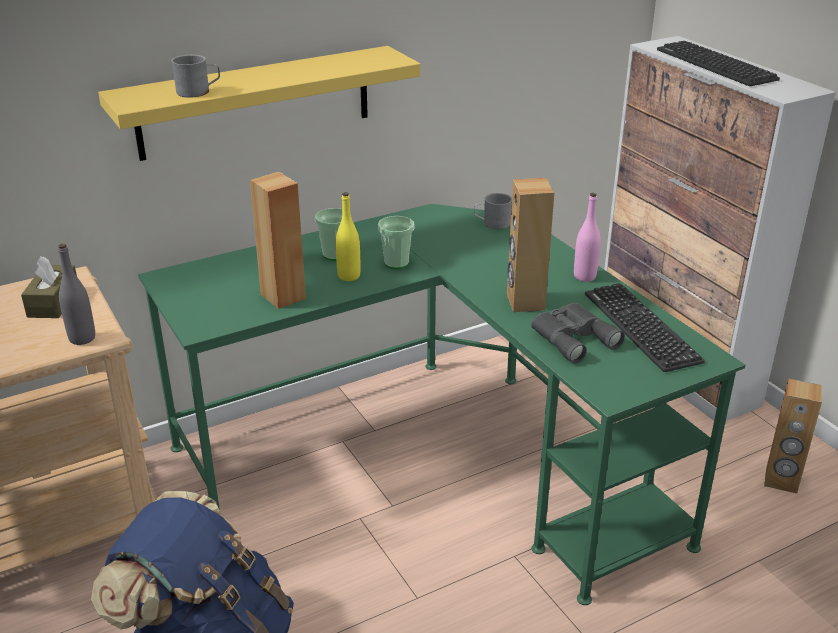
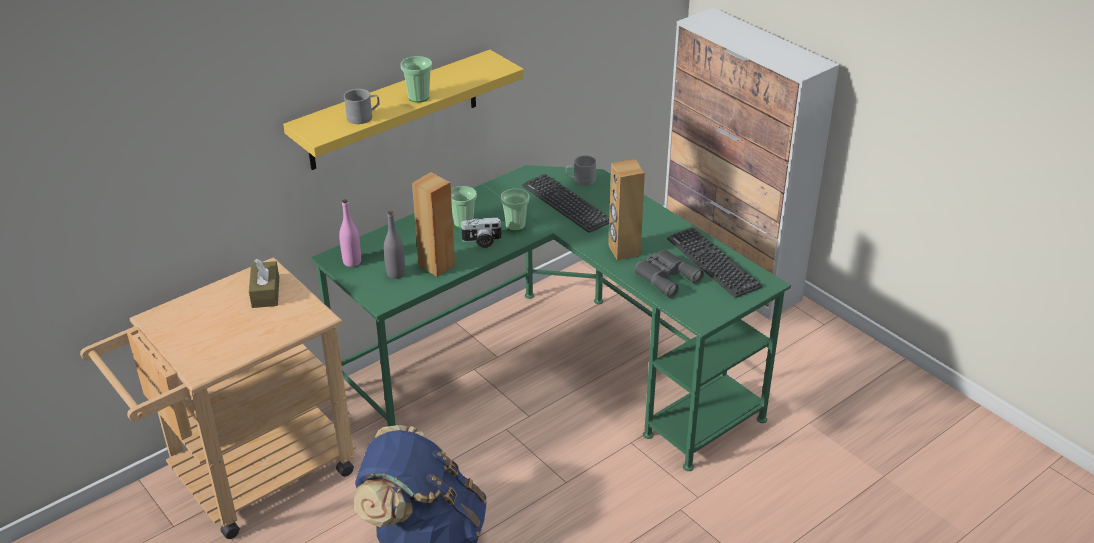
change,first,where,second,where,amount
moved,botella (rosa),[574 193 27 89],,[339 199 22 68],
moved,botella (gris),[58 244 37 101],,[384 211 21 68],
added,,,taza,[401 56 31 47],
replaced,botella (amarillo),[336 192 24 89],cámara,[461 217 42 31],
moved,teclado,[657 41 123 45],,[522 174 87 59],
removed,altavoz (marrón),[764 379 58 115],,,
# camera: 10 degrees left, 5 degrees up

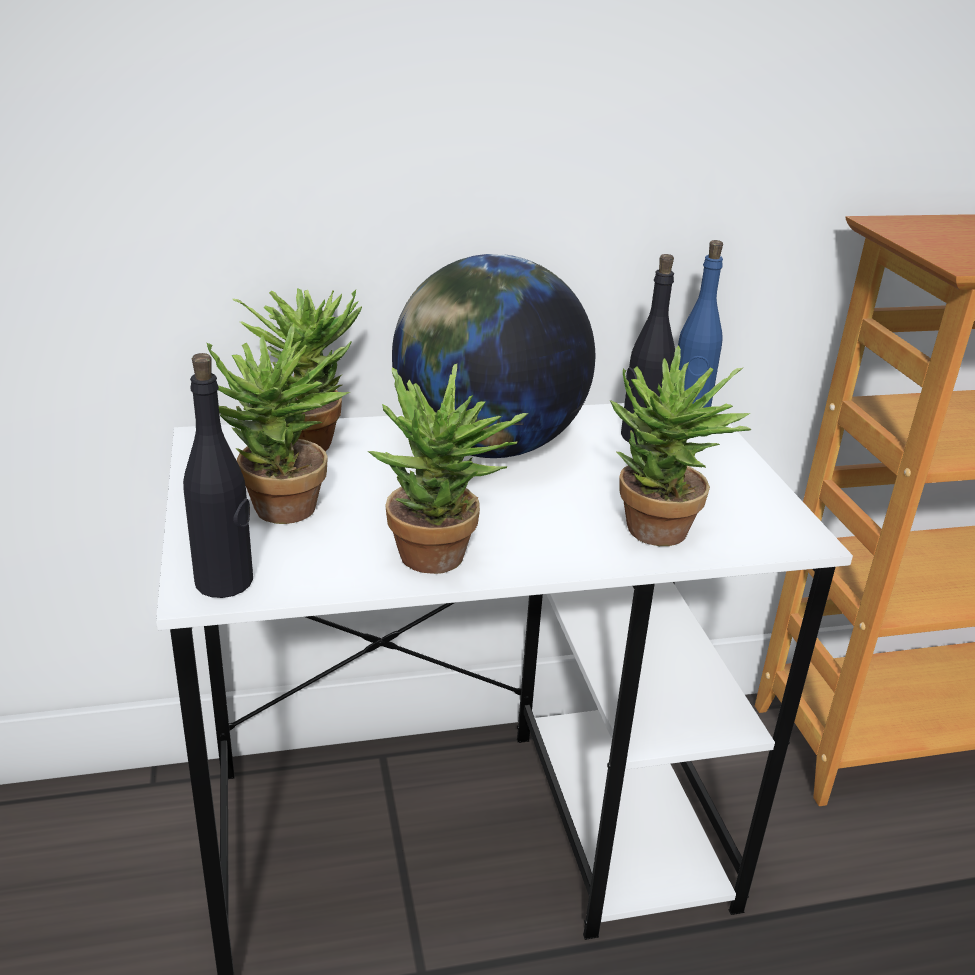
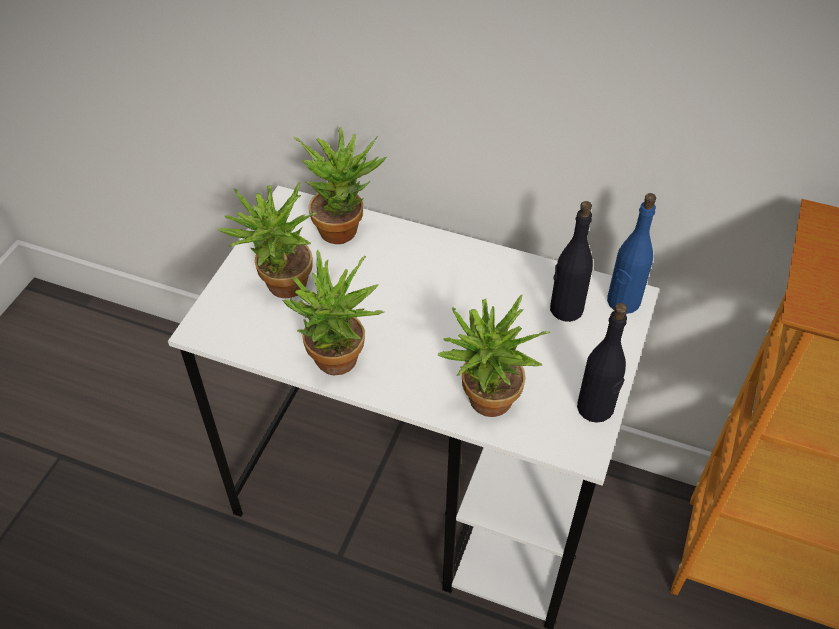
change,first,where,second,where,amount
moved,botella (negro),[183 353 70 245],,[577 303 50 120],
removed,globo terráqueo,[392 254 203 204],,,
# camera: 35 degrees right, 20 degrees up

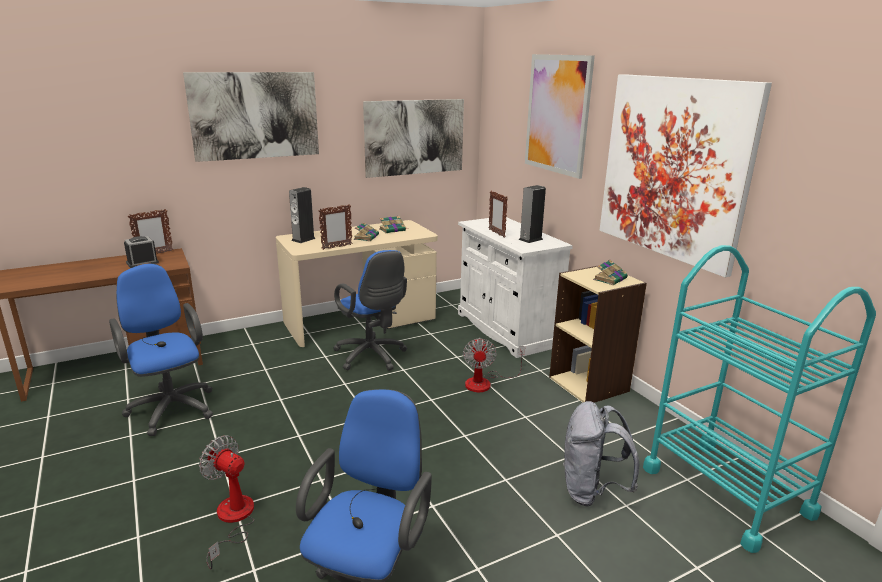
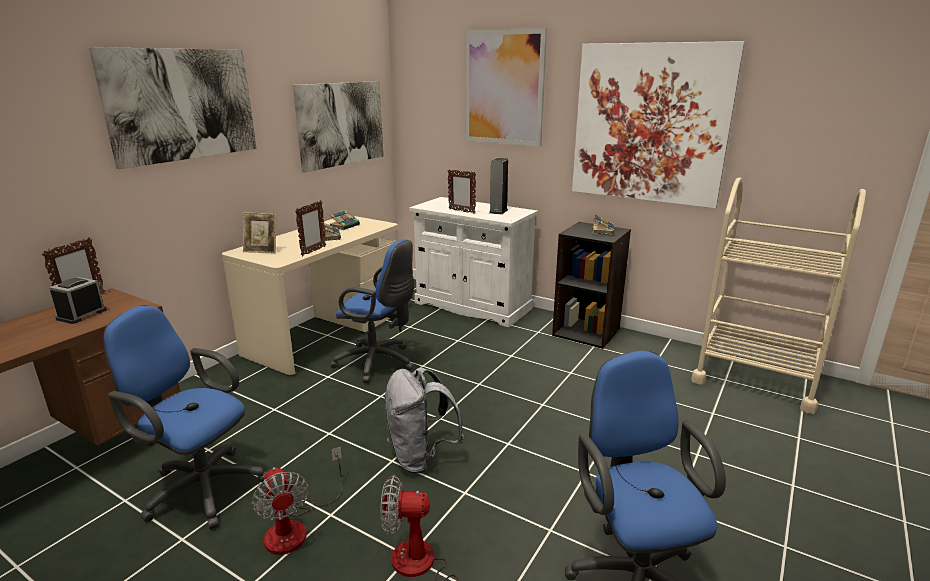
change,first,where,second,where,amount
replaced,altavoz,[289 187 27 56],portarretratos,[243 212 33 41],
moved,ventilador,[463 338 62 54],,[252 447 90 108],
moved,mochila (gris),[563 401 76 106],,[384 368 80 105],
recoloured,estantería (beis),[549 266 98 137],estantería (negro),[552 222 79 127],
recoloured,carrito (turquesa),[643 245 233 308],carrito (beis),[691 178 175 236],
# camera: 30 degrees left, 0 degrees up

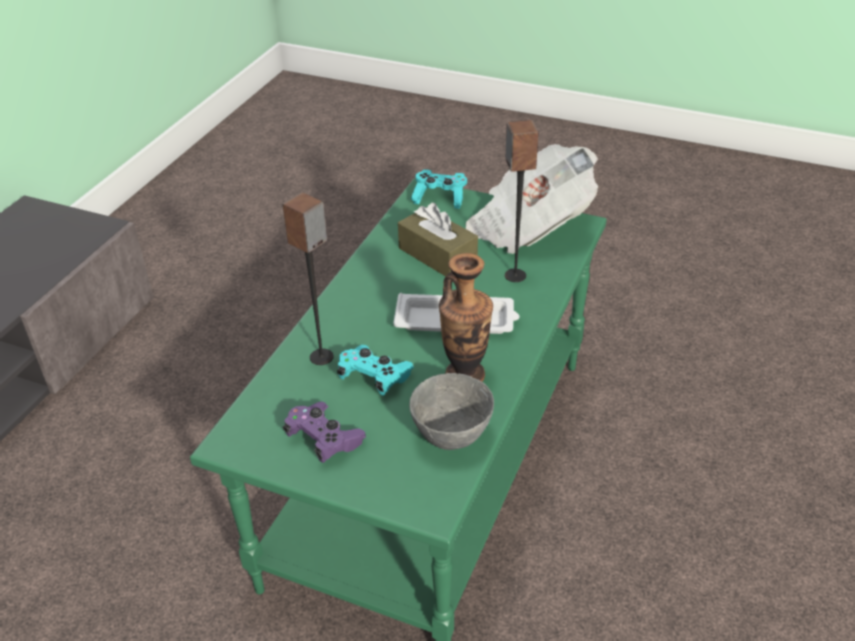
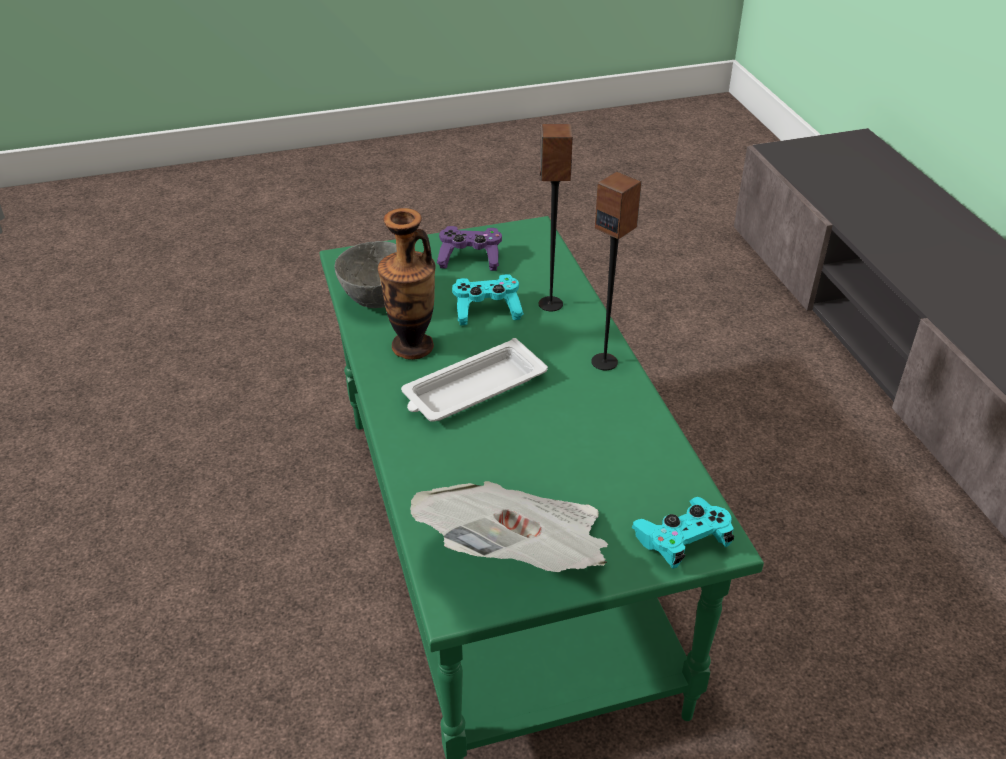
change,first,where,second,where,amount
moved,altavoz,[505 120 33 162],,[591 171 51 199],
removed,caja de pañuelos (marrón),[398 203 80 73],,,
# camera: 140 degrees right, 0 degrees up

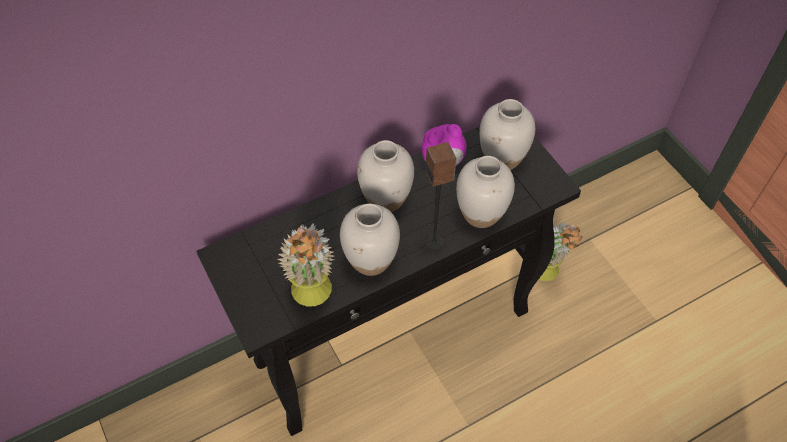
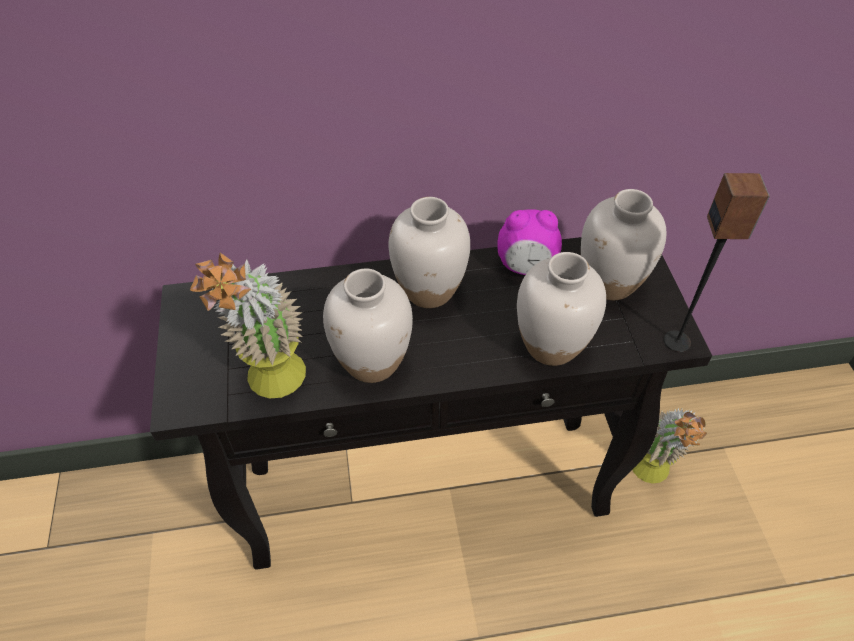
change,first,where,second,where,amount
moved,altavoz,[425 142 31 108],,[664 173 106 179],
# camera: 20 degrees right, 5 degrees down

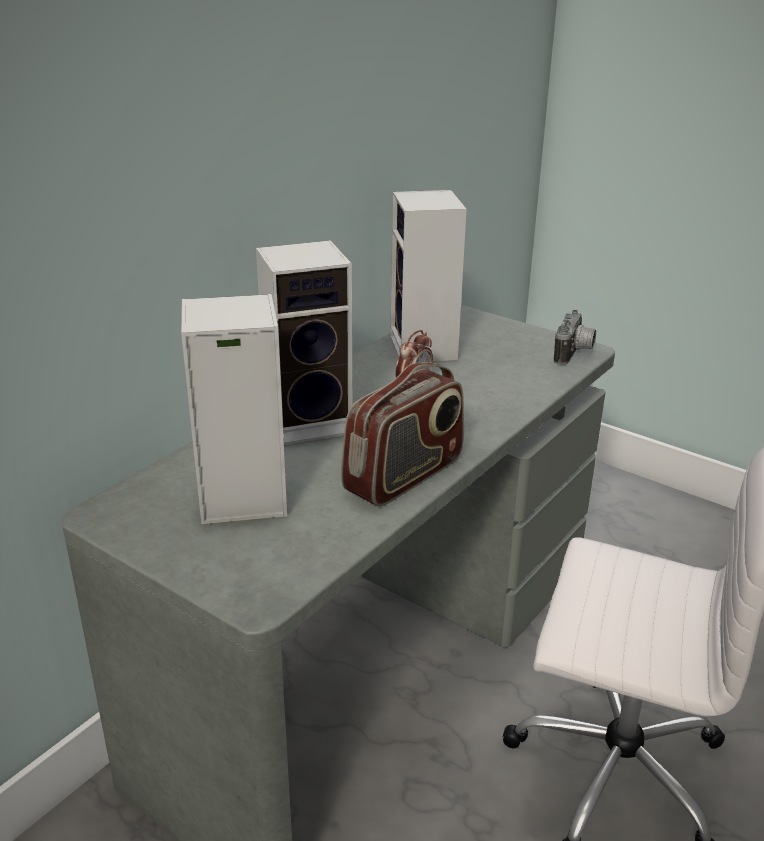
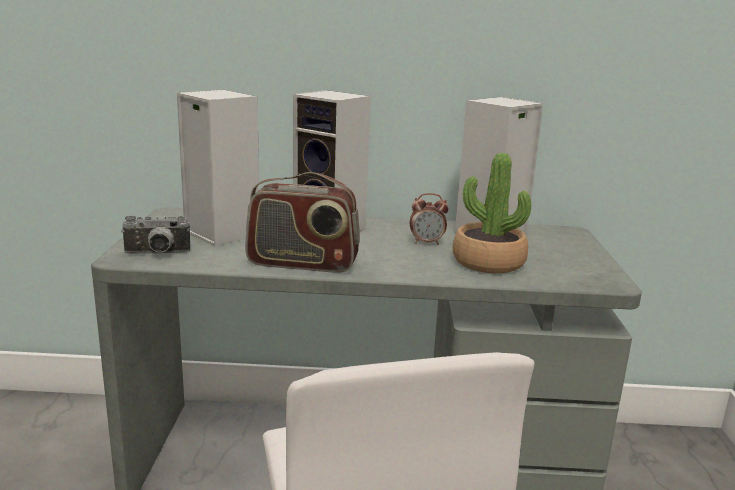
change,first,where,second,where,amount
moved,cámara,[554 310 42 55],,[121 216 69 38],
added,,,planta en maceta,[453 153 78 120],
# camera: 55 degrees right, 10 degrees down

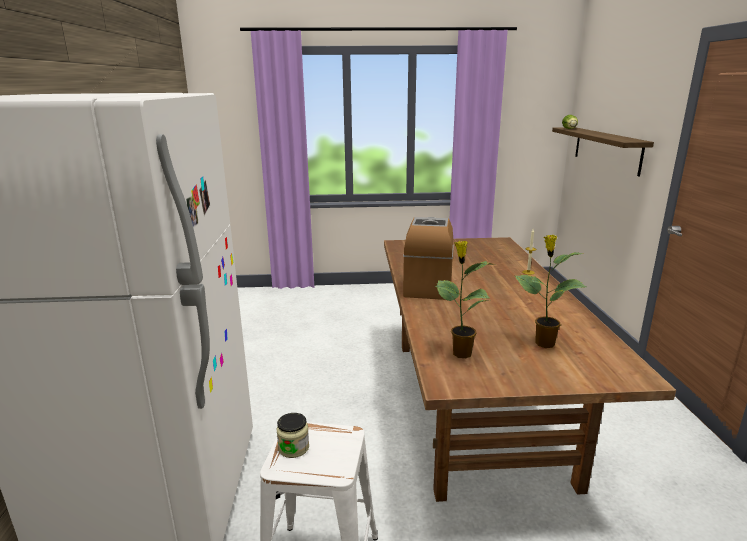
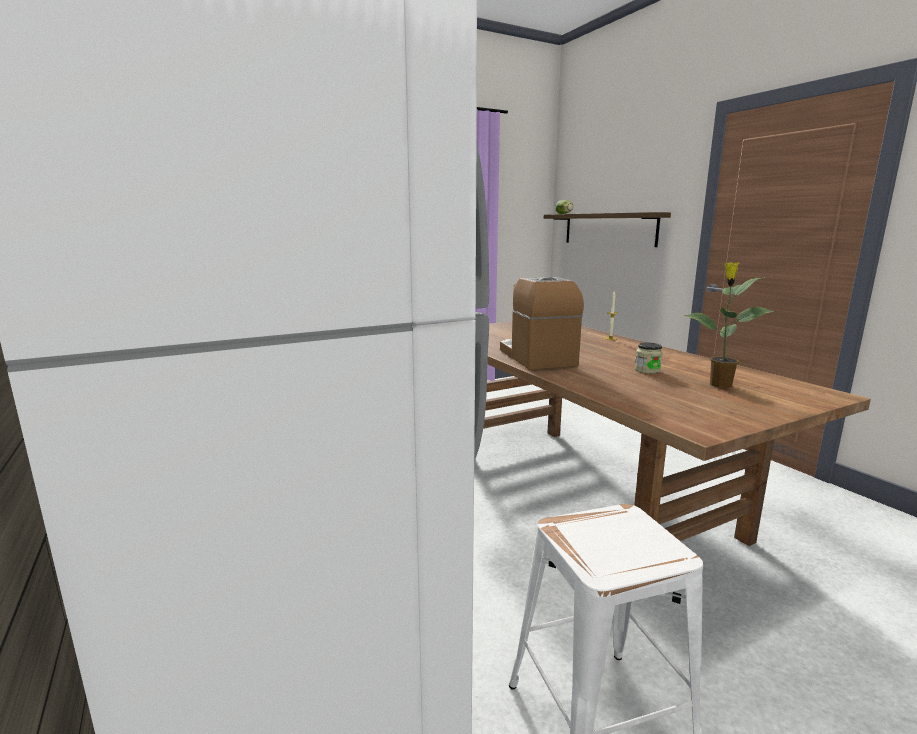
change,first,where,second,where,amount
moved,tarro,[277 413 32 45],,[635 343 28 31],
removed,planta en maceta,[435 241 60 117],,,
# camera: 25 degrees left, 5 degrees down

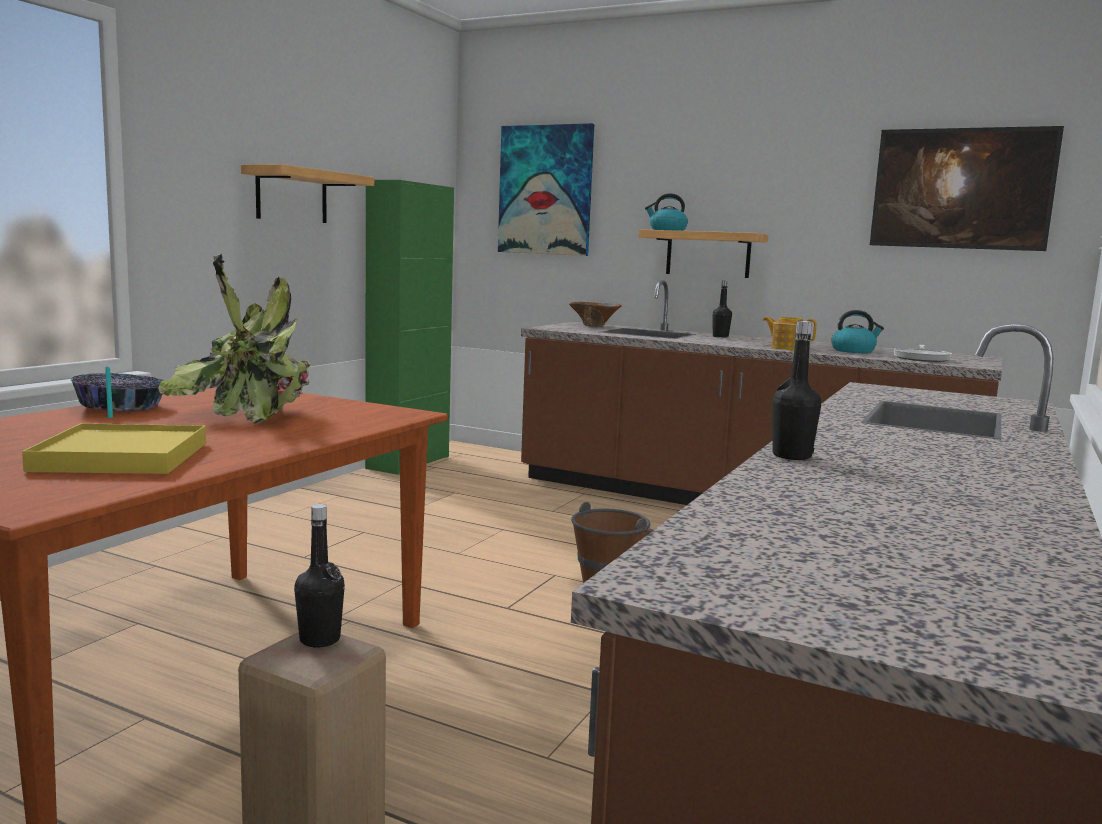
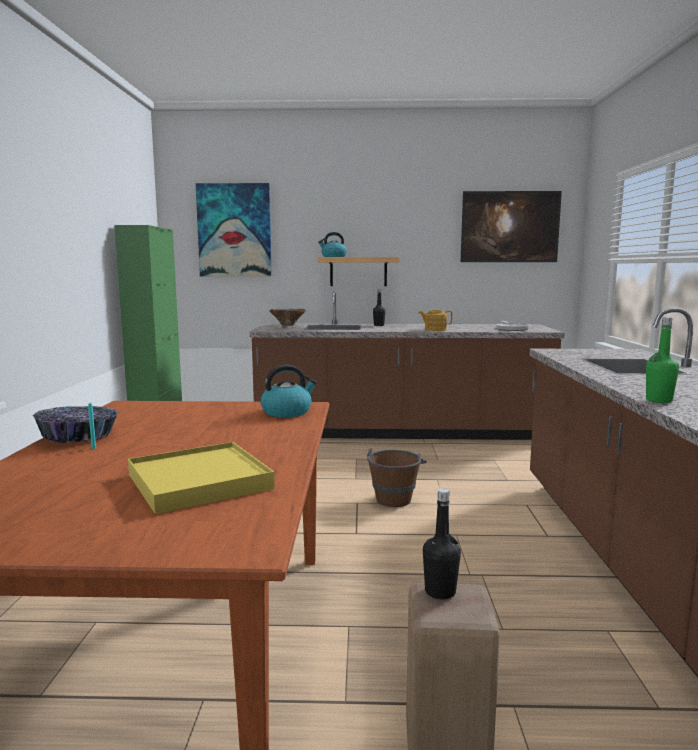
change,first,where,second,where,amount
moved,hervidor,[831 310 53 43],,[260 365 57 52],
recoloured,botella (negro),[772 321 49 139],botella (verde),[646 317 33 86],
removed,planta en maceta,[158 254 153 170],,,
removed,estante,[241 164 133 59],,,
# camera: 25 degrees left, 0 degrees up

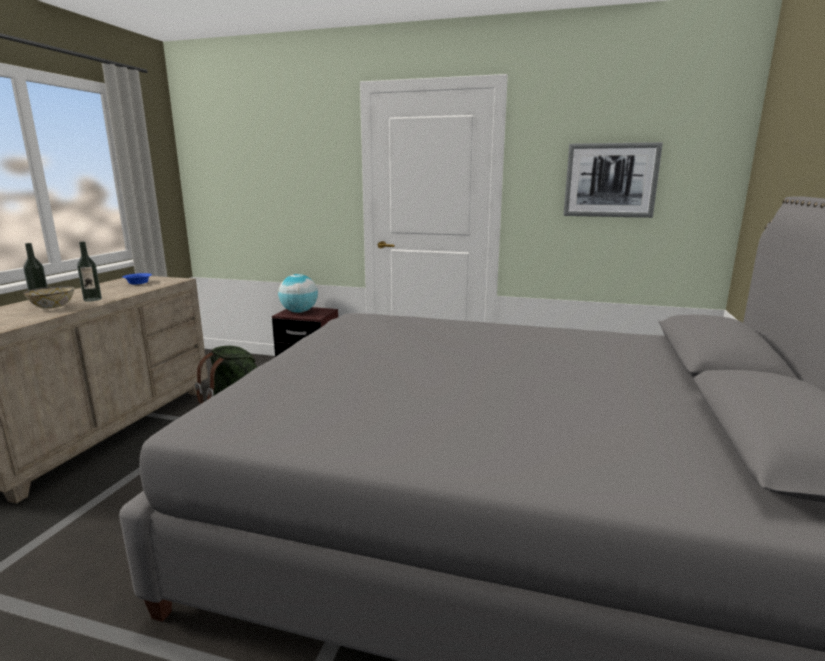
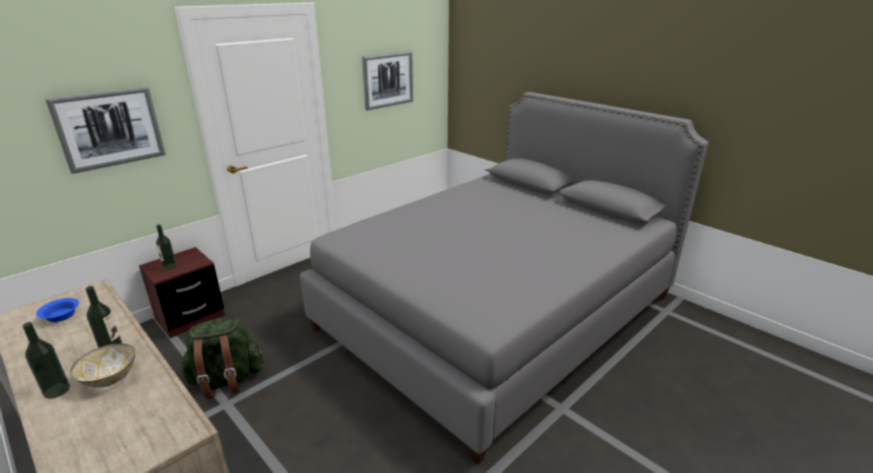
change,first,where,second,where,amount
added,,,cuadro,[45 86 121 88],
replaced,globo terráqueo,[278 274 40 39],botella,[156 224 21 46],
# camera: 60 degrees left, 10 degrees up

